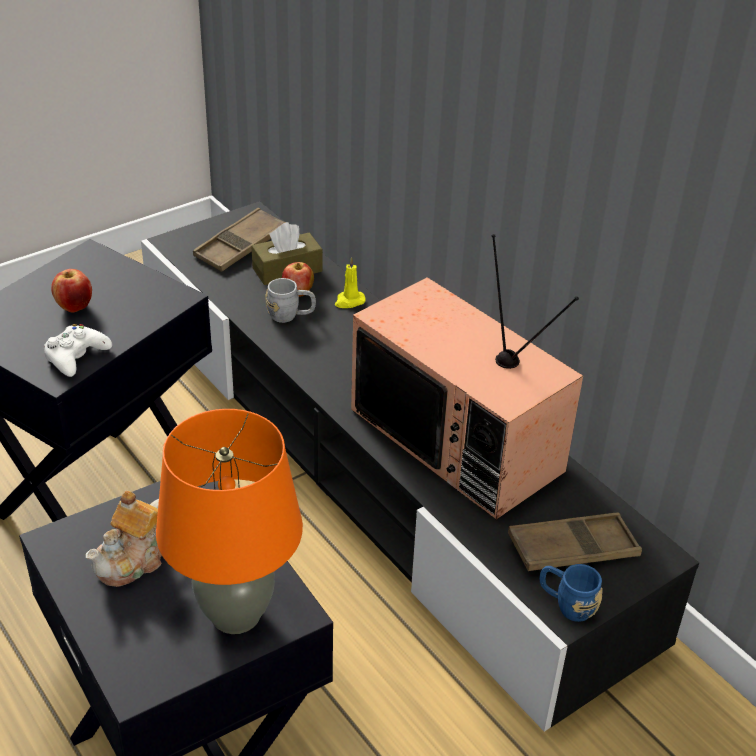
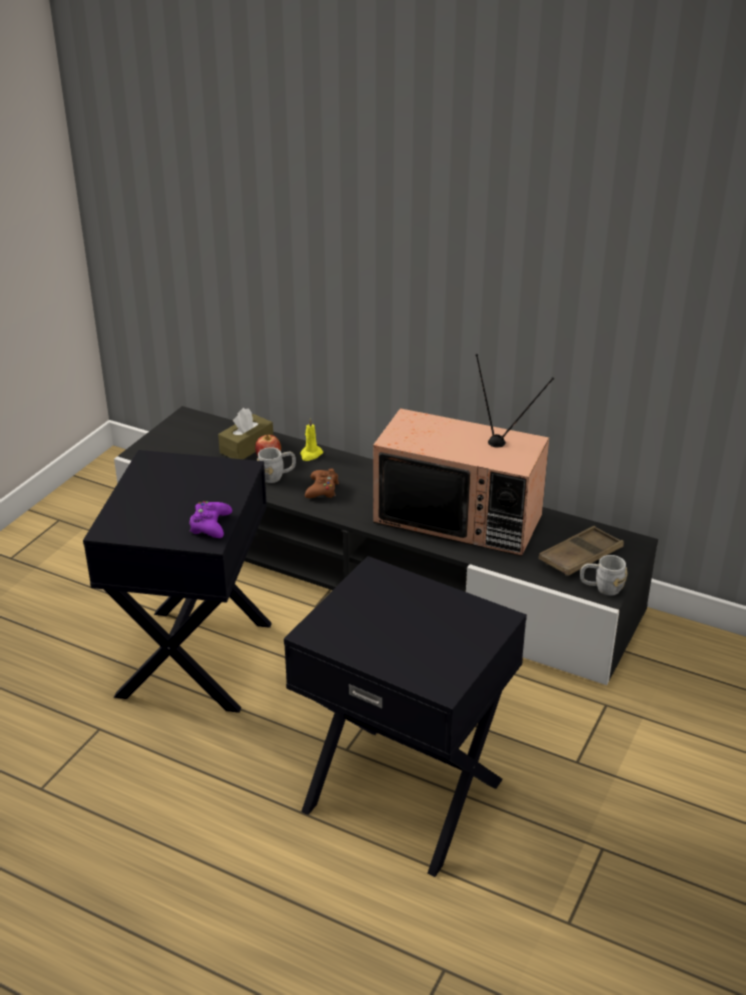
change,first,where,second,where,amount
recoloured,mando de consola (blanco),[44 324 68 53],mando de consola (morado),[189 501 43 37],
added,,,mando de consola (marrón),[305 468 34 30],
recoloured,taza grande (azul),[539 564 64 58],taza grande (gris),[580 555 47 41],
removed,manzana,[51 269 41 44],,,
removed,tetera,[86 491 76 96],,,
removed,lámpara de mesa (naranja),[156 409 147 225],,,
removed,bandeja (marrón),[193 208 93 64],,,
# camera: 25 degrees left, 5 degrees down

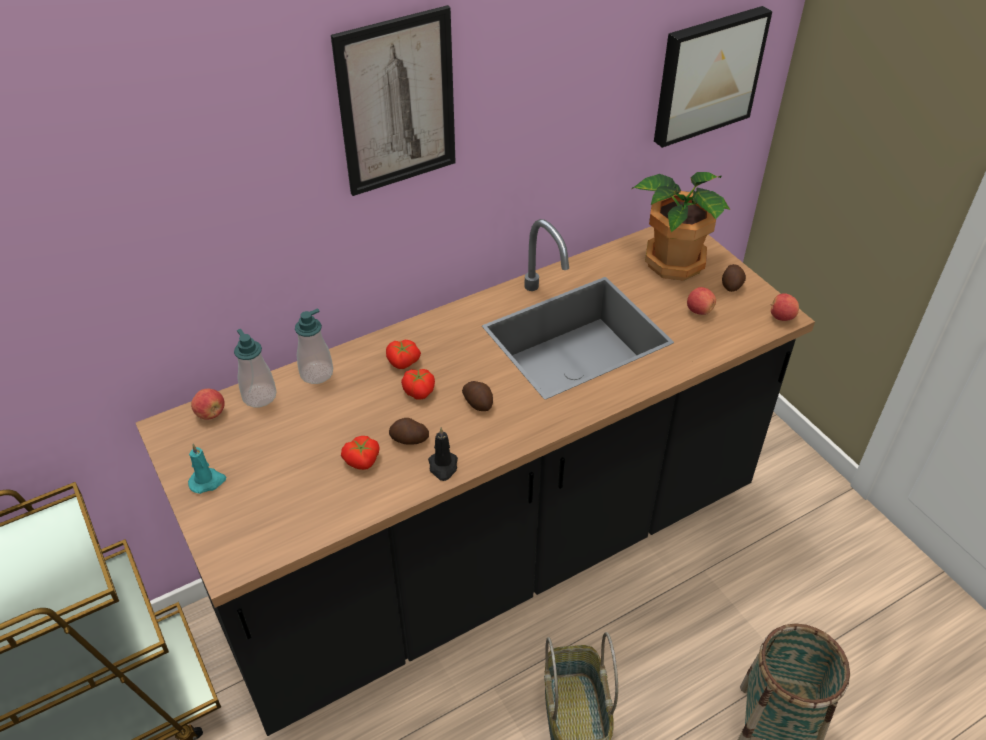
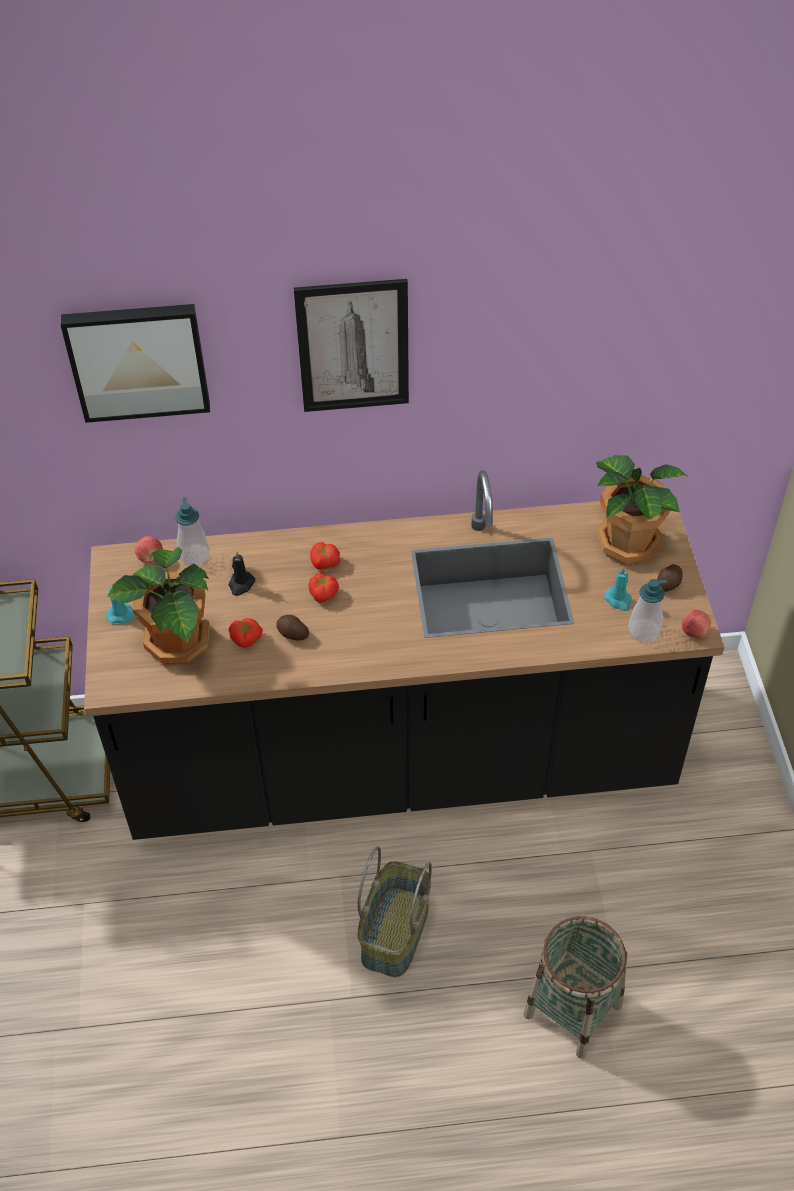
change,first,where,second,where,amount
moved,cuadro,[654 6 118 142],,[60 304 150 119],
added,,,planta en maceta,[107 547 103 117],
moved,vela (negro),[428 427 30 54],,[229 551 26 45],
replaced,manzana,[687 287 29 28],vela (turquesa),[604 567 28 44],
moved,dispensador de jabón,[295 308 38 76],,[628 579 39 64],
removed,patata,[462 381 31 30],,,
# camera: 25 degrees right, 5 degrees up

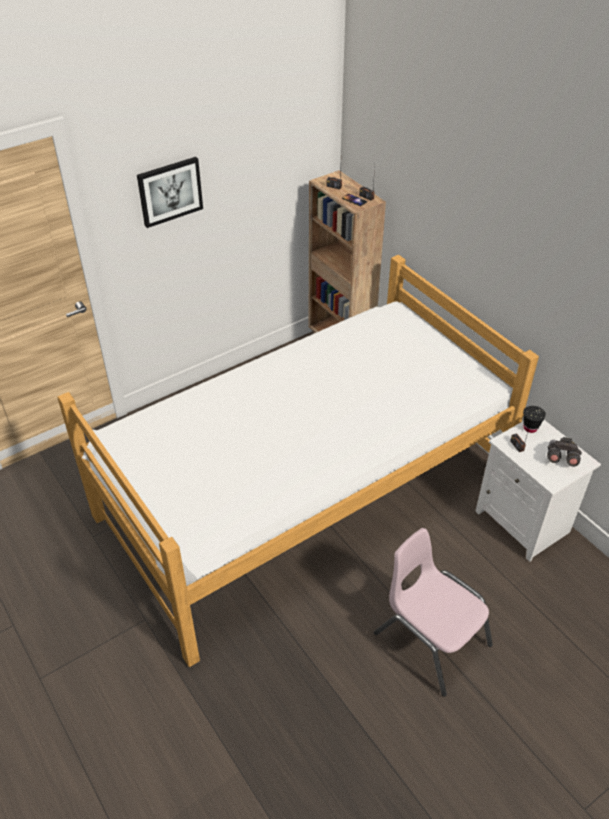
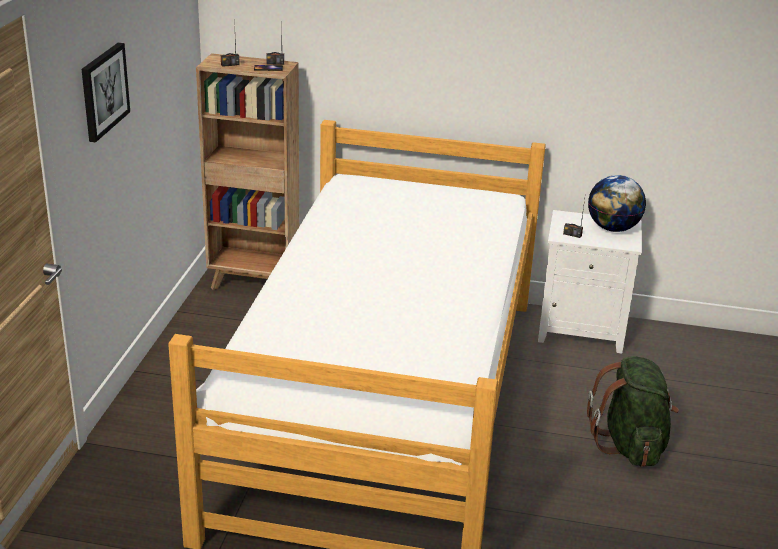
change,first,where,second,where,amount
replaced,silla (rosa),[374 528 119 169],mochila (verde),[587 356 92 111],
replaced,prismáticos (gris),[547 437 35 30],globo terráqueo,[588 175 58 57],
removed,taza (negro),[523 406 23 27],,,
# camera: 45 degrees left, 15 degrees down

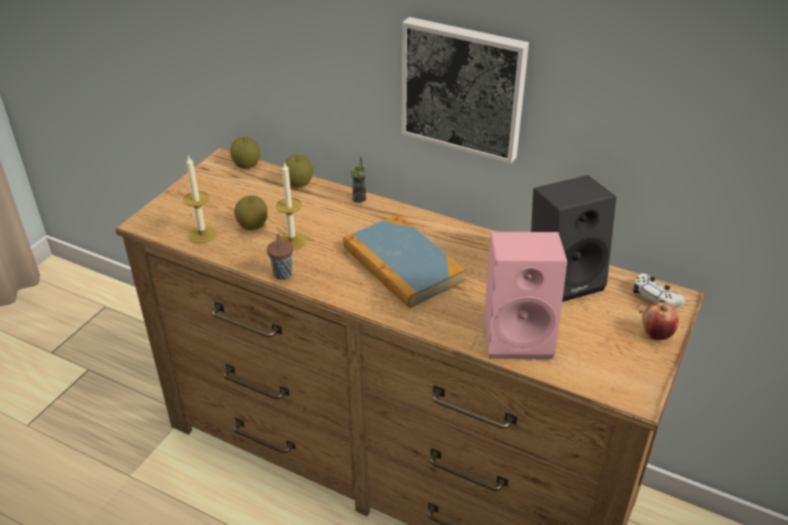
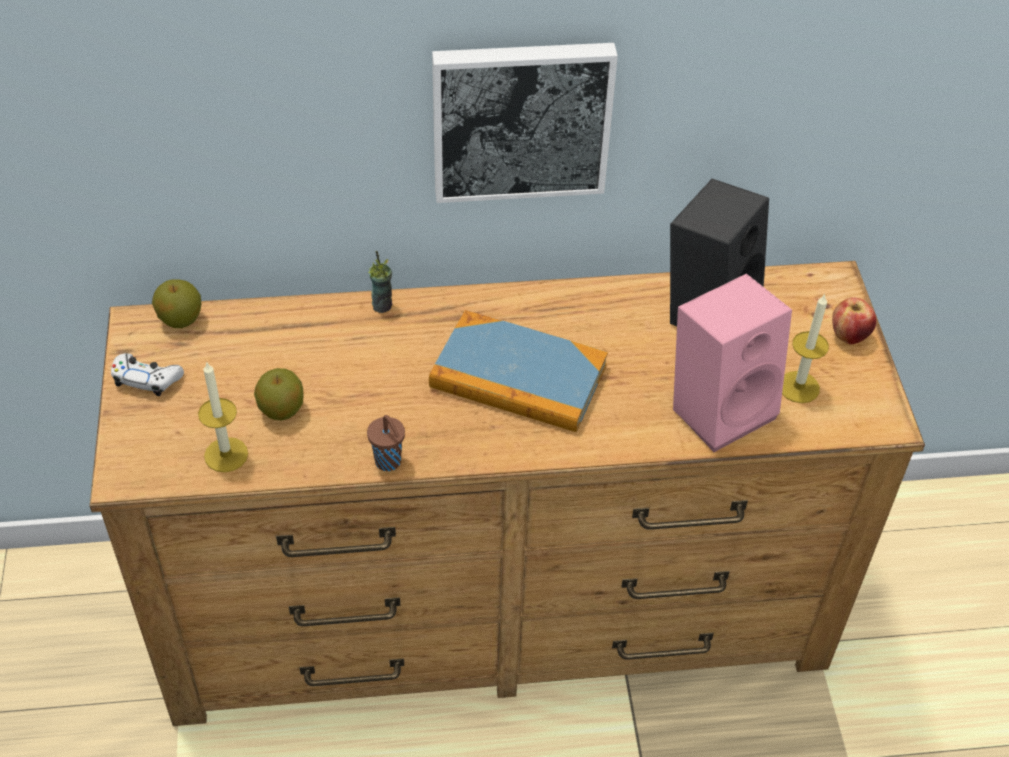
change,first,where,second,where,amount
moved,mando de consola (blanco),[633 273 52 33],,[111 353 73 43],
moved,vela,[276 163 31 87],,[782 293 47 110],
removed,manzana,[282 155 31 32],,,
# camera: 35 degrees left, 10 degrees up

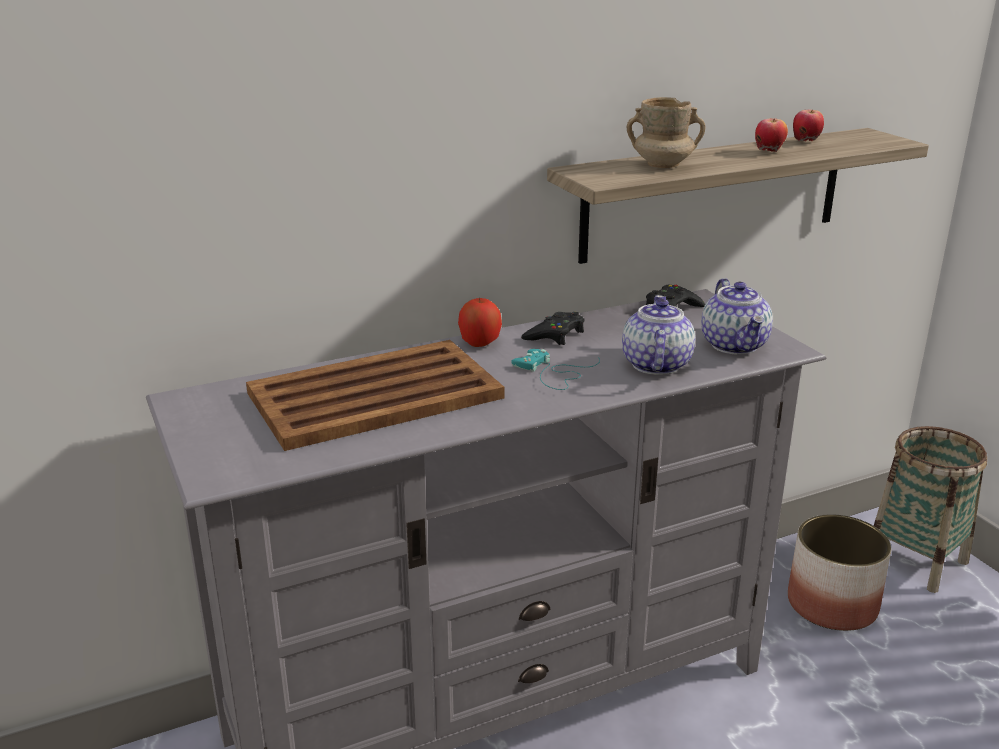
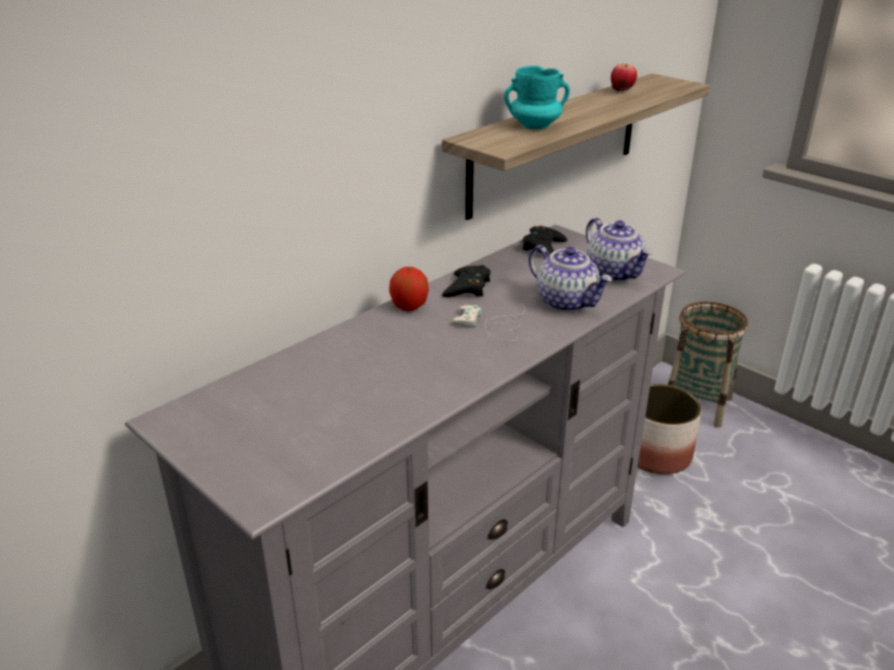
change,first,where,second,where,amount
recoloured,mando de consola (turquesa),[511 349 89 41],mando de consola (blanco),[453 304 72 37],
recoloured,taza grande (beis),[627 97 79 71],taza grande (turquesa),[504 66 66 63],
turned,tetera,[622 295 73 80],,[529 245 83 67],150 degrees clockwise
removed,bandeja (marrón),[246 340 258 111],,,
removed,manzana,[755 118 33 34],,,
# camera: 20 degrees left, 5 degrees up

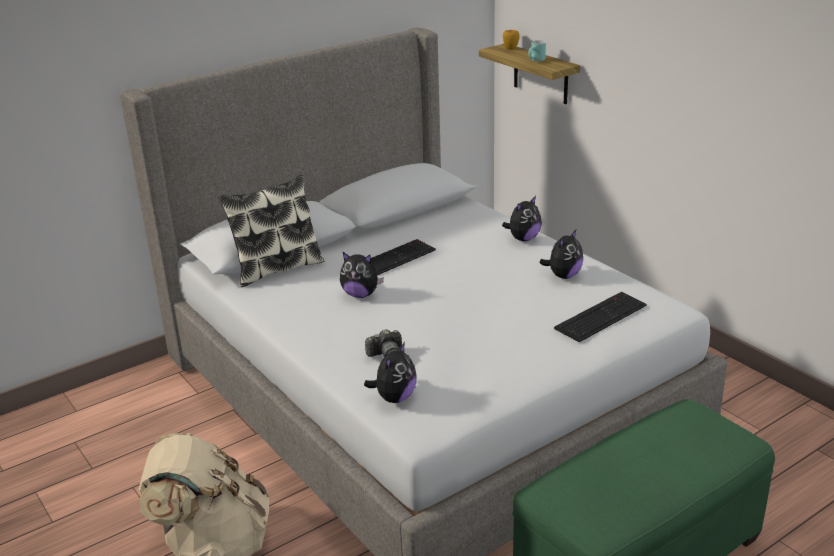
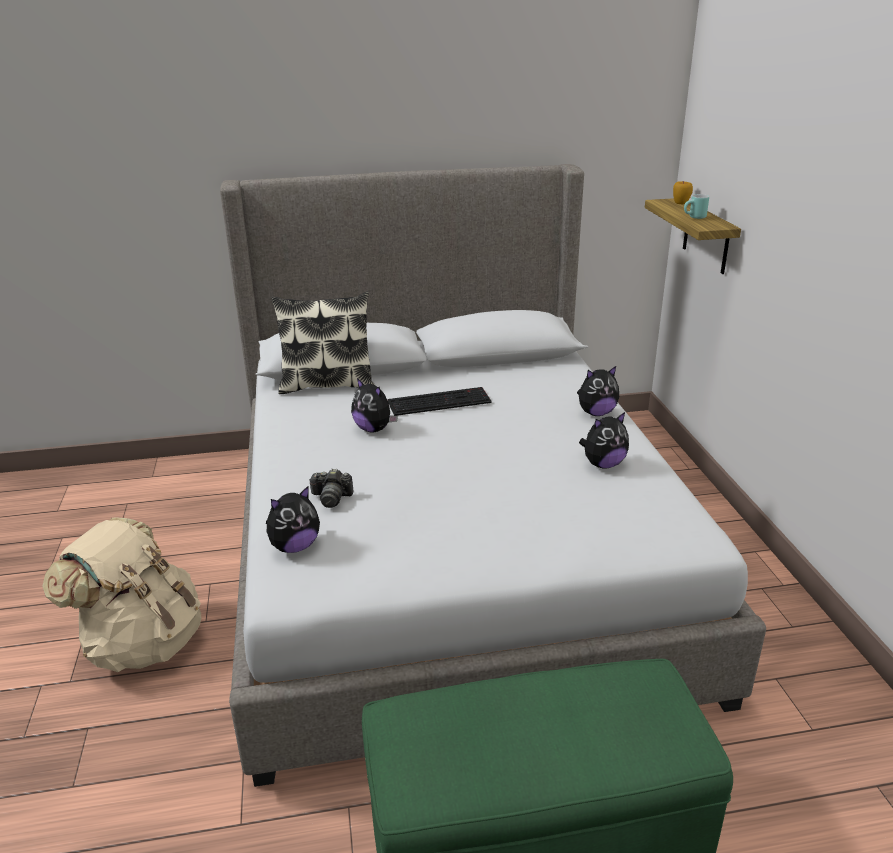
change,first,where,second,where,amount
removed,teclado,[554 292 93 50],,,
# camera: 25 degrees right, 0 degrees up

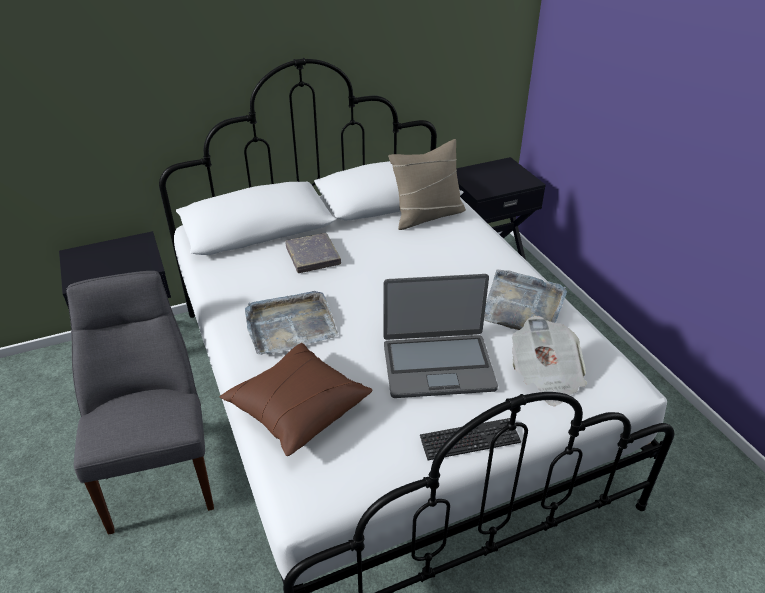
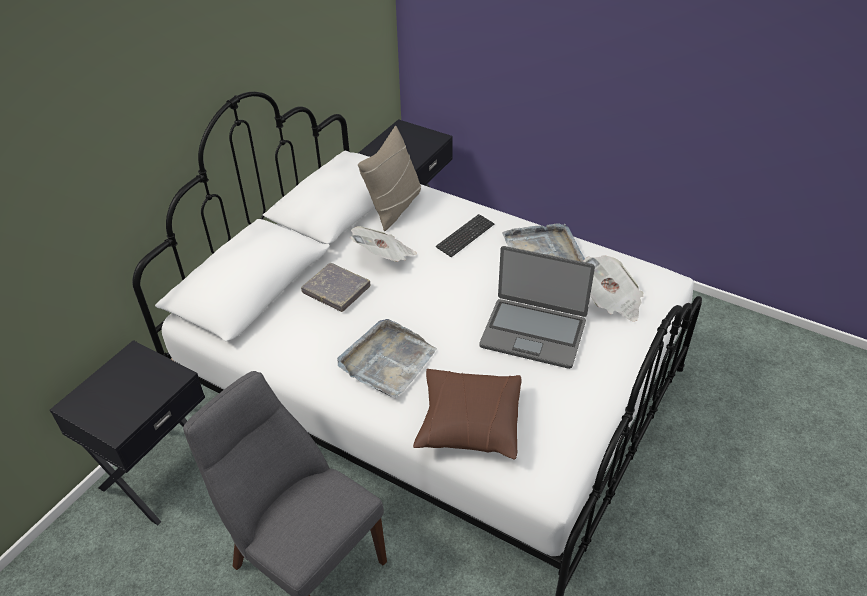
change,first,where,second,where,amount
added,,,periódico,[350 226 67 36],
moved,teclado,[420 418 101 42],,[435 214 59 43],
turned,portátil,[384 274 114 124],,[479 246 116 123],60 degrees clockwise
# camera: 35 degrees left, 5 degrees up

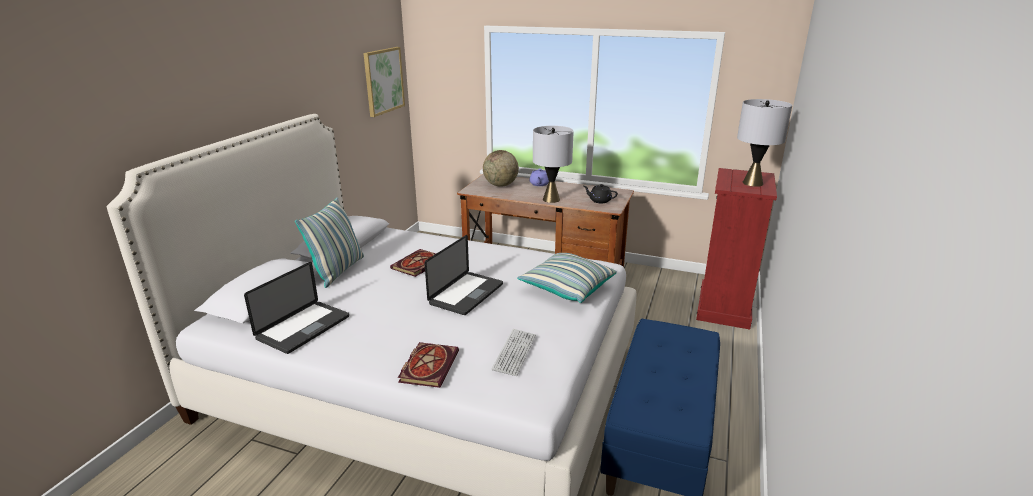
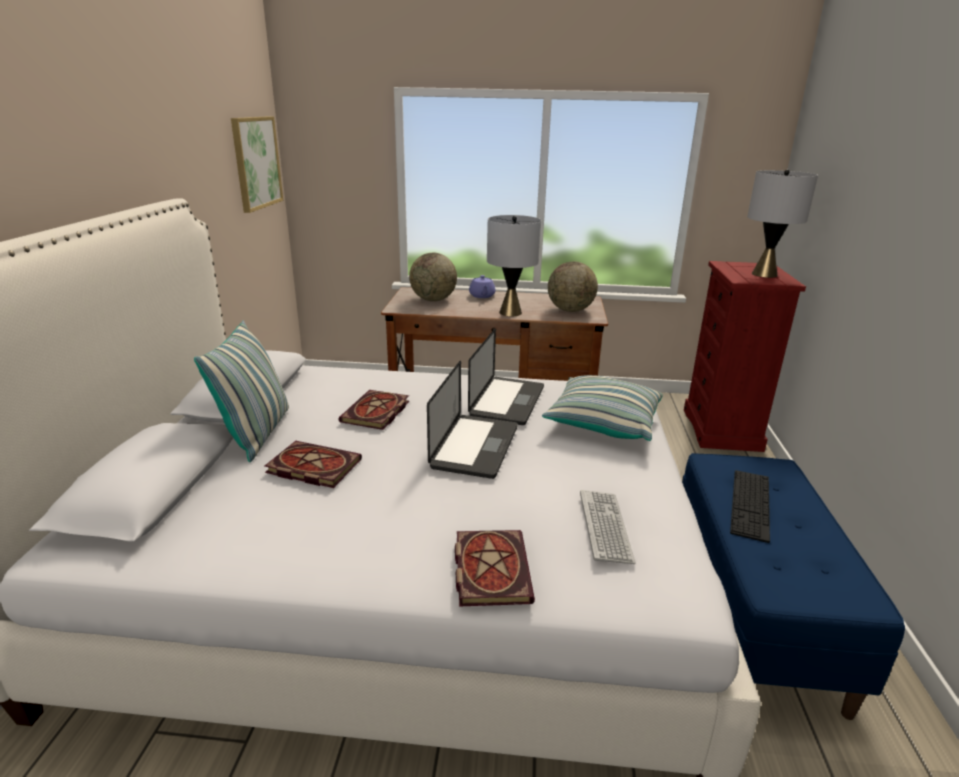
change,first,where,second,where,amount
added,,,libro,[265 441 97 47],
moved,portátil,[244 262 105 92],,[468 328 76 97],
replaced,tetera (negro),[584 184 34 19],globo terráqueo,[548 262 50 50],
added,,,teclado,[730 470 40 73],
# camera: 15 degrees left, 0 degrees up

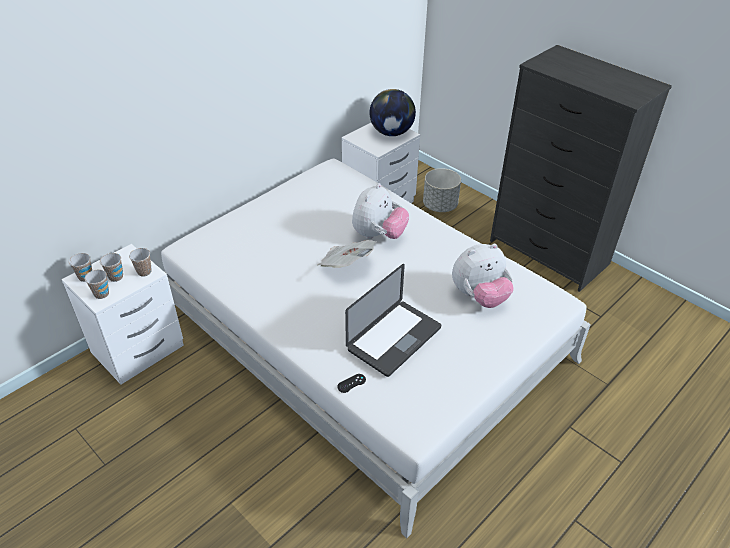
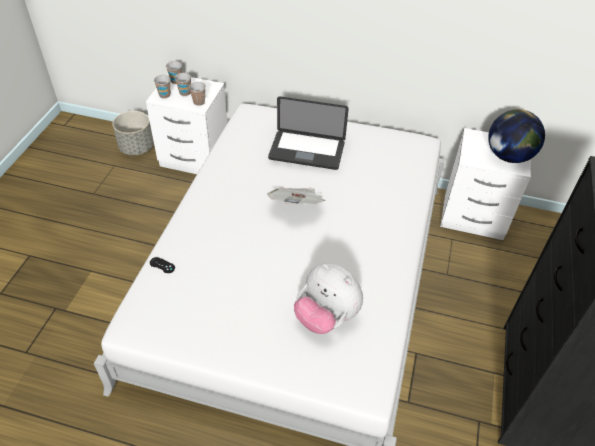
change,first,where,second,where,amount
moved,maceta (gris),[423 168 38 44],,[113 111 41 44],
moved,portátil,[345 264 96 113],,[268 96 81 74],
removed,peluche,[352 183 57 56],,,
# camera: 60 degrees right, 5 degrees up

